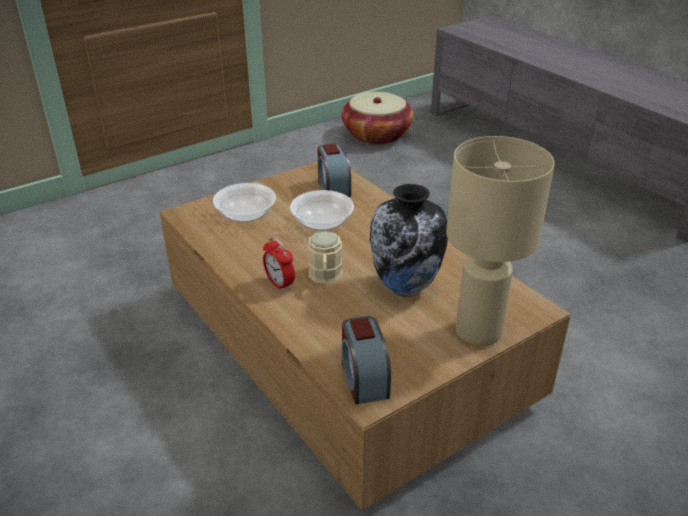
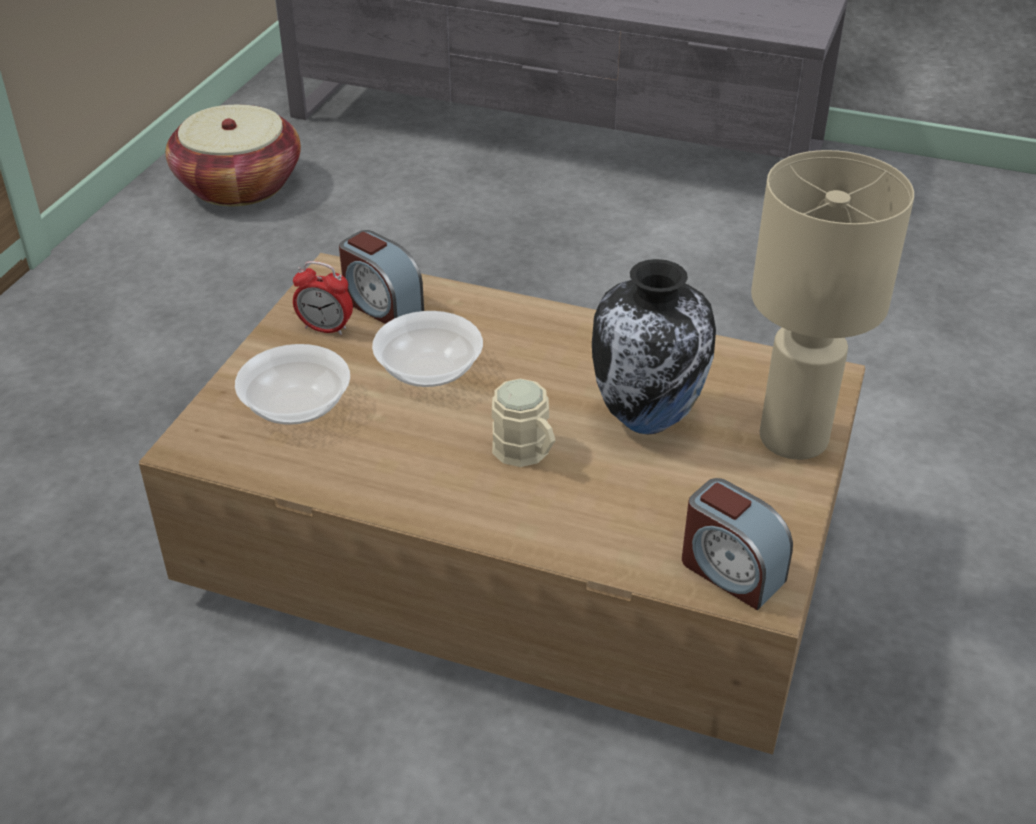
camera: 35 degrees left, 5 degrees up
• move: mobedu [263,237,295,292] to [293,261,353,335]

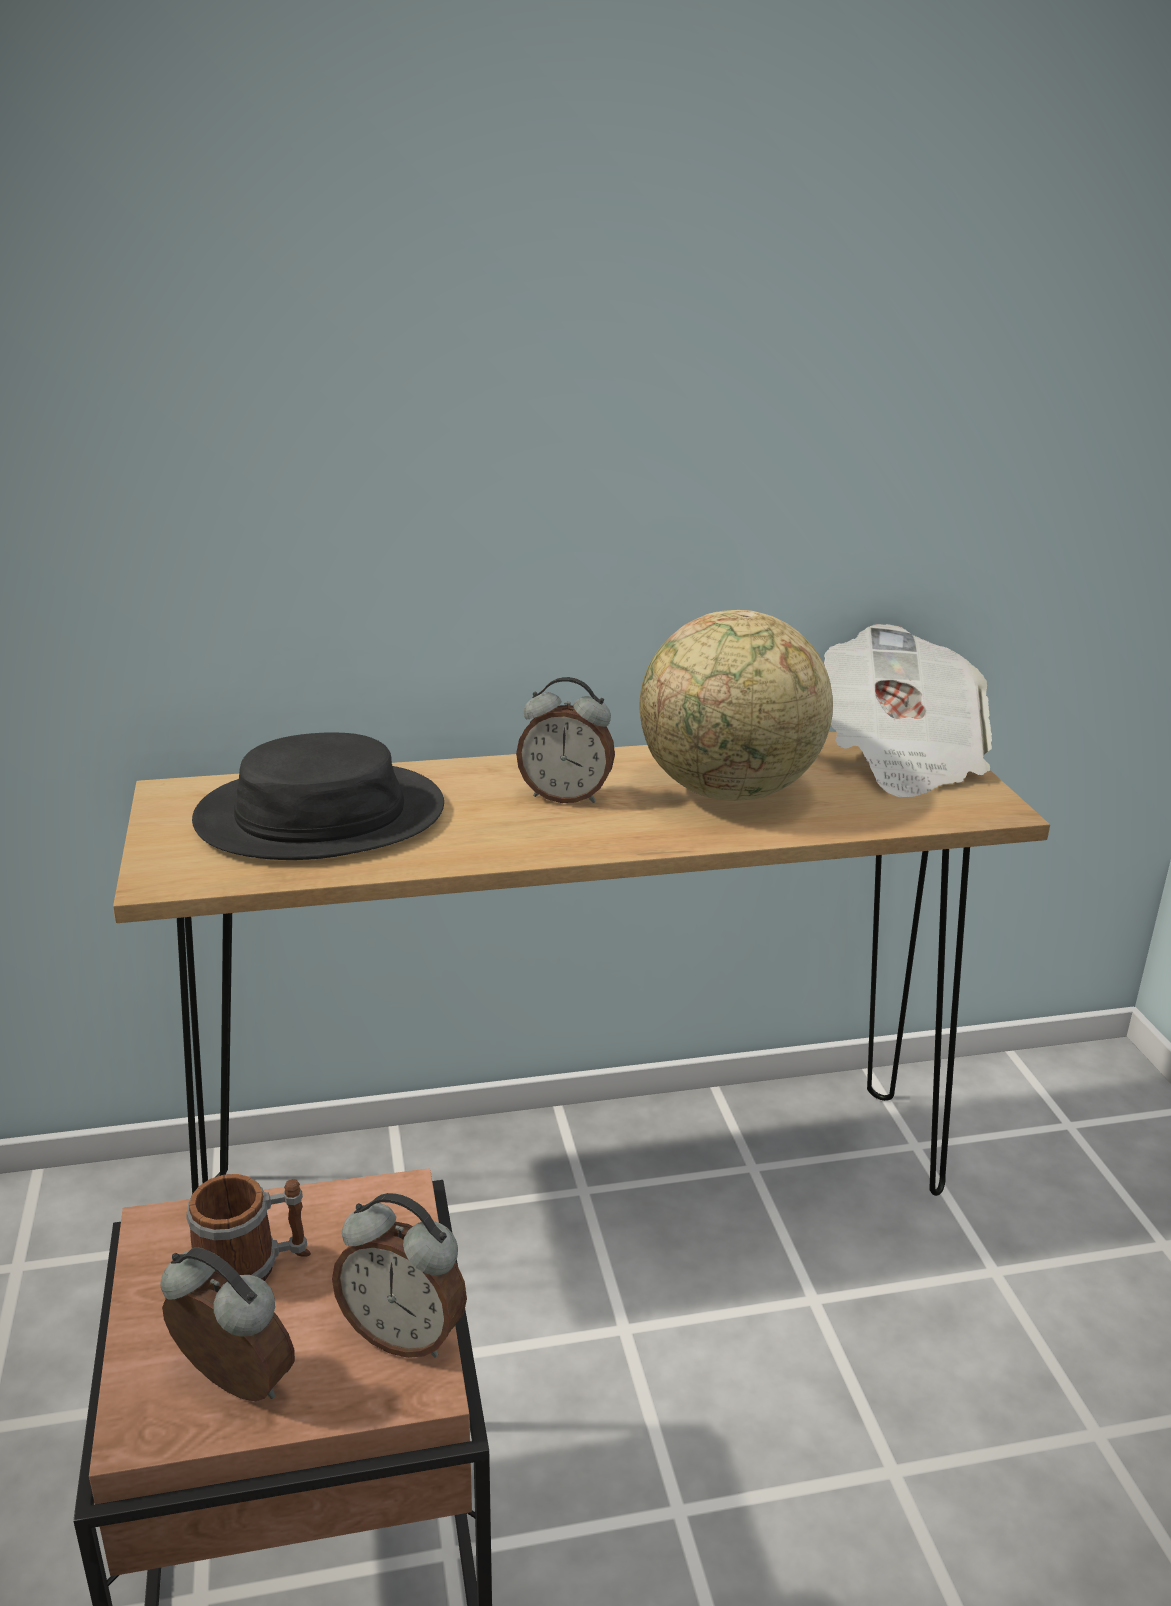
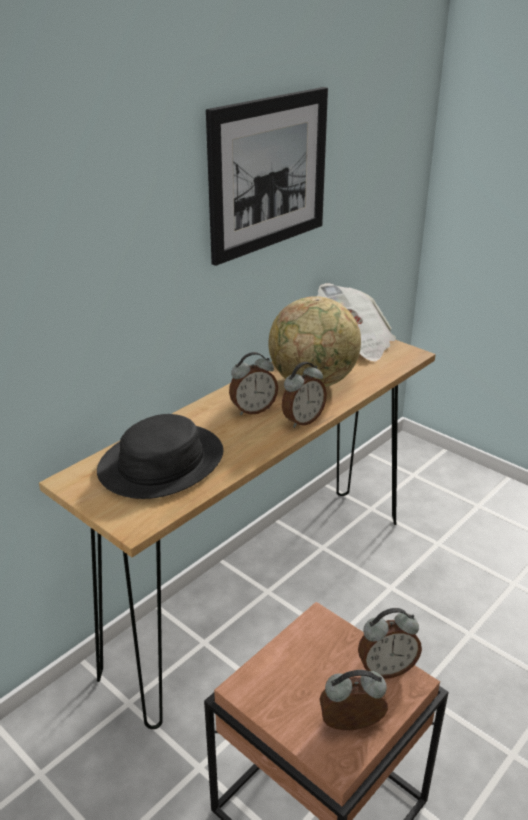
camera: 35 degrees left, 5 degrees up
• insert: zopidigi [206,87,328,266]
• insert: mobedu [282,362,327,428]
• delete: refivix [186,1174,311,1281]

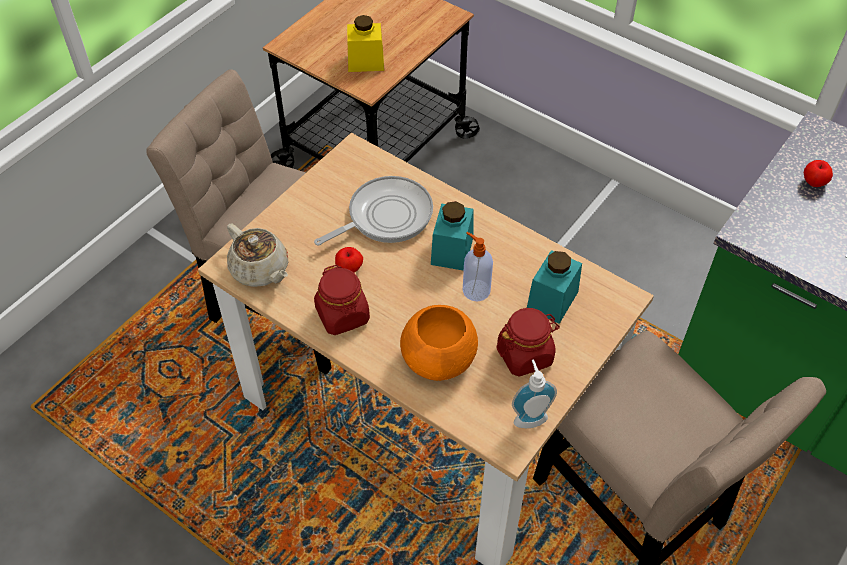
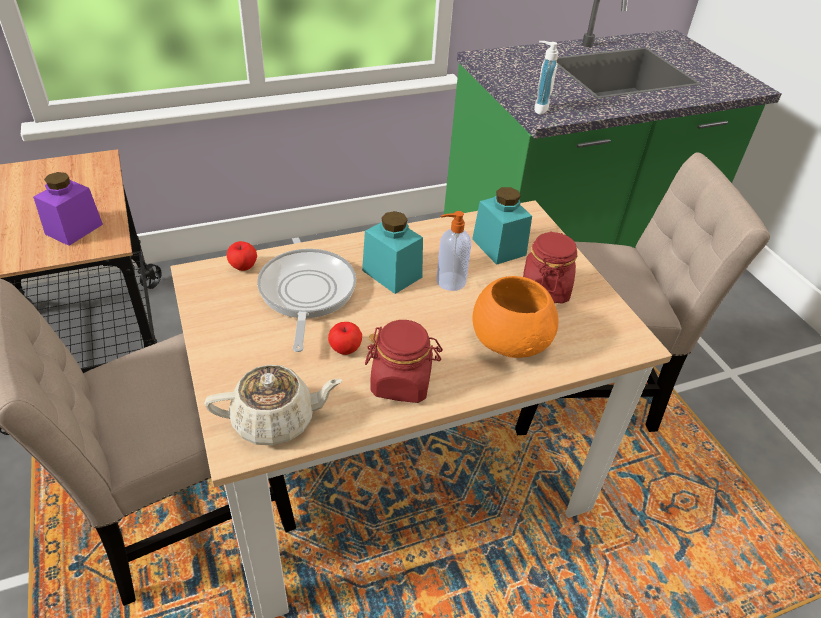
camera: 60 degrees left, 10 degrees down
• recolor: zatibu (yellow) [347,15,384,72] to zatibu (purple) [33,172,103,246]
• move: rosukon [804,160,833,187] to [227,241,257,271]
• move: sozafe [512,359,557,428] to [534,41,559,114]

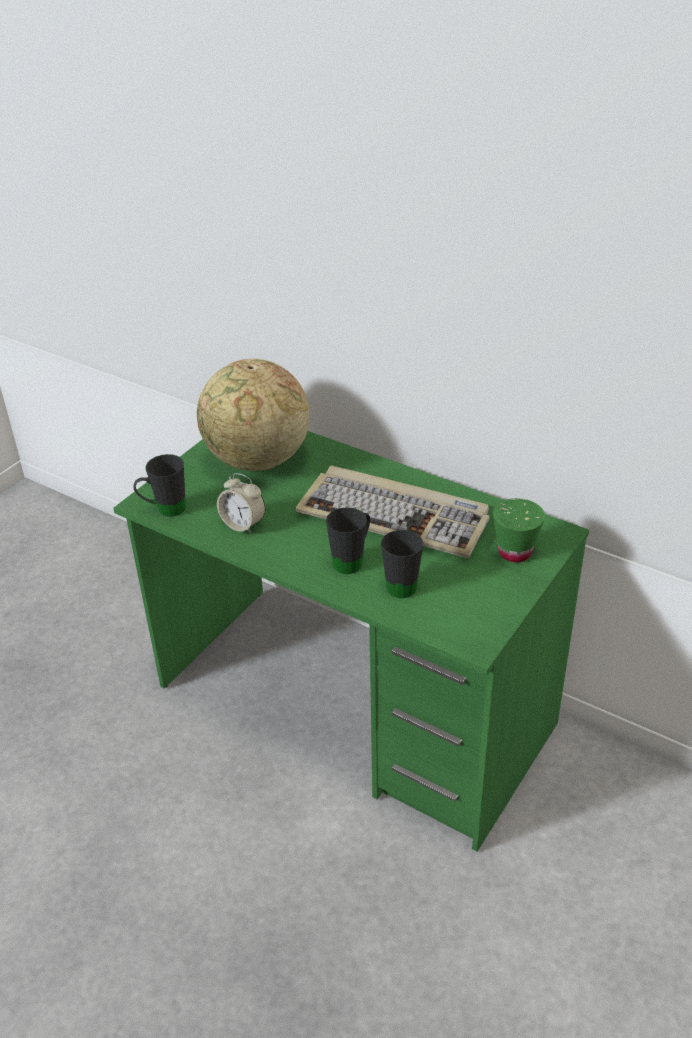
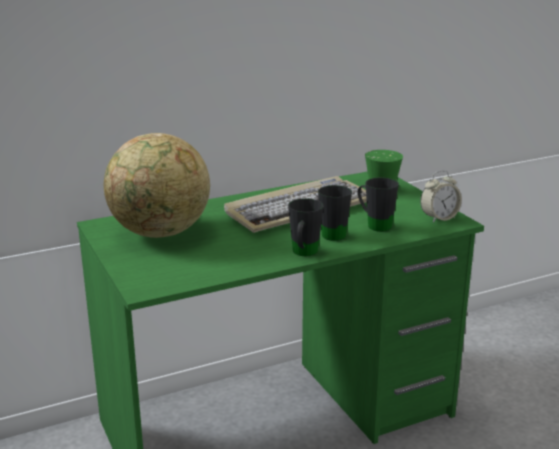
camera: 60 degrees left, 15 degrees down
• move: refivix (black) [134,454,186,517] to [288,198,324,256]
• move: mobedu [217,473,265,534] to [420,170,462,223]

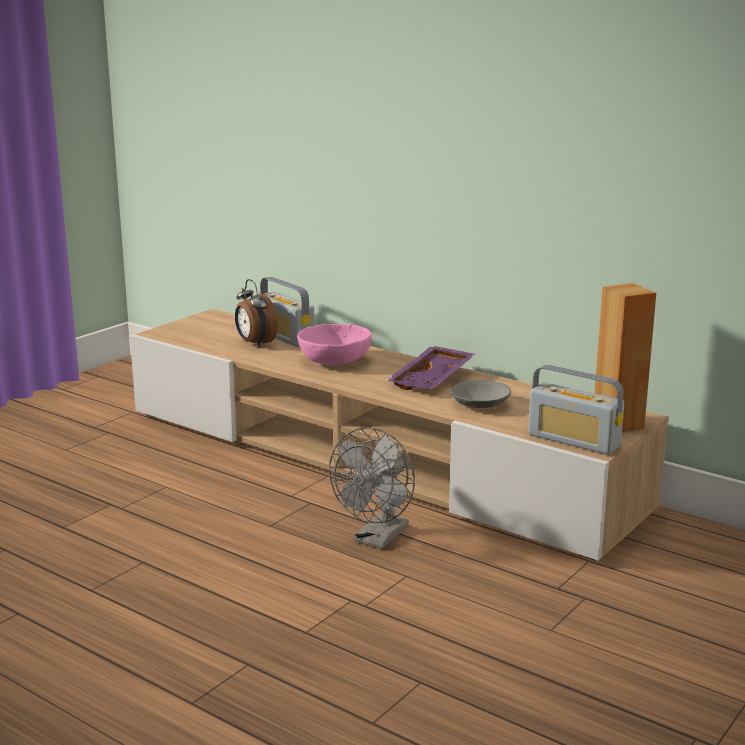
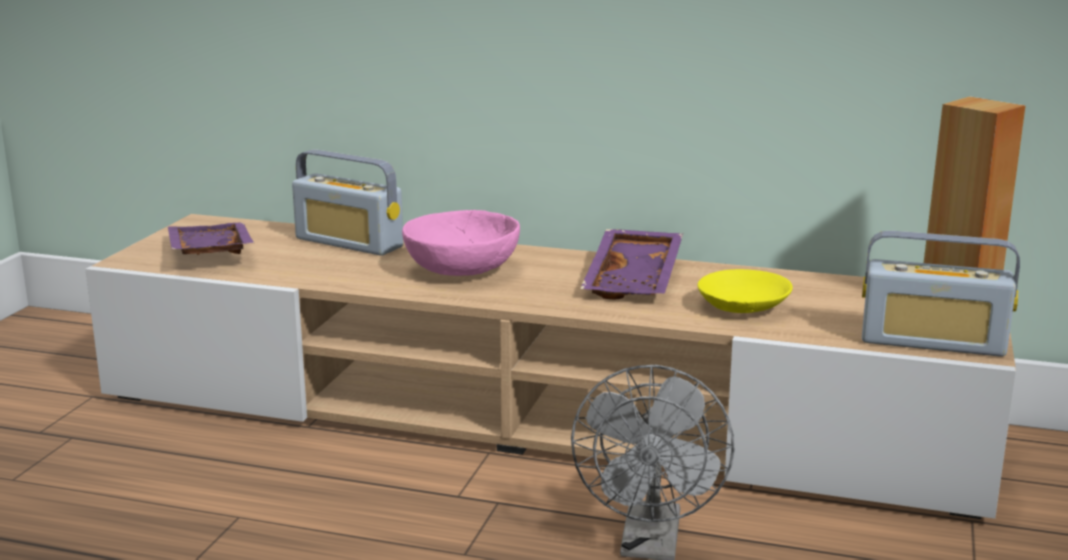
camera: 20 degrees left, 0 degrees up
• insert: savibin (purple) [168,222,254,255]
• recolor: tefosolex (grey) [450,380,511,408] to tefosolex (yellow) [698,269,793,313]
• delete: mobedu [235,279,278,347]

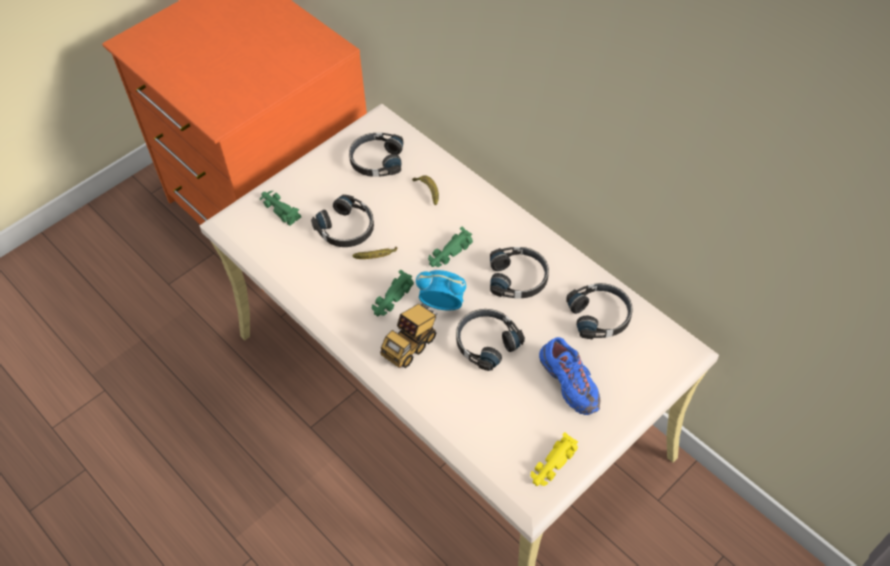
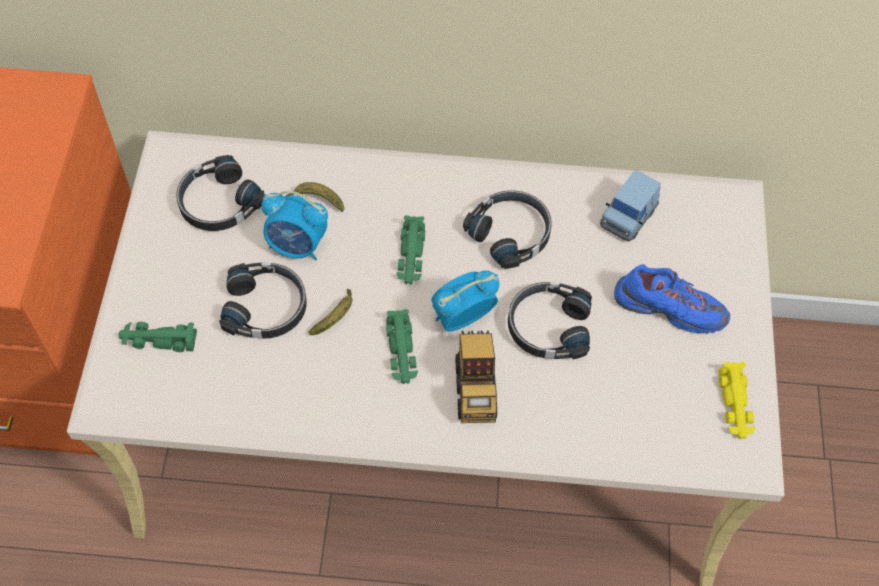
camera: 45 degrees left, 5 degrees up
• insert: mobedu [261,191,328,260]
• replace: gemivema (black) [566,283,633,339] to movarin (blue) [600,170,661,241]

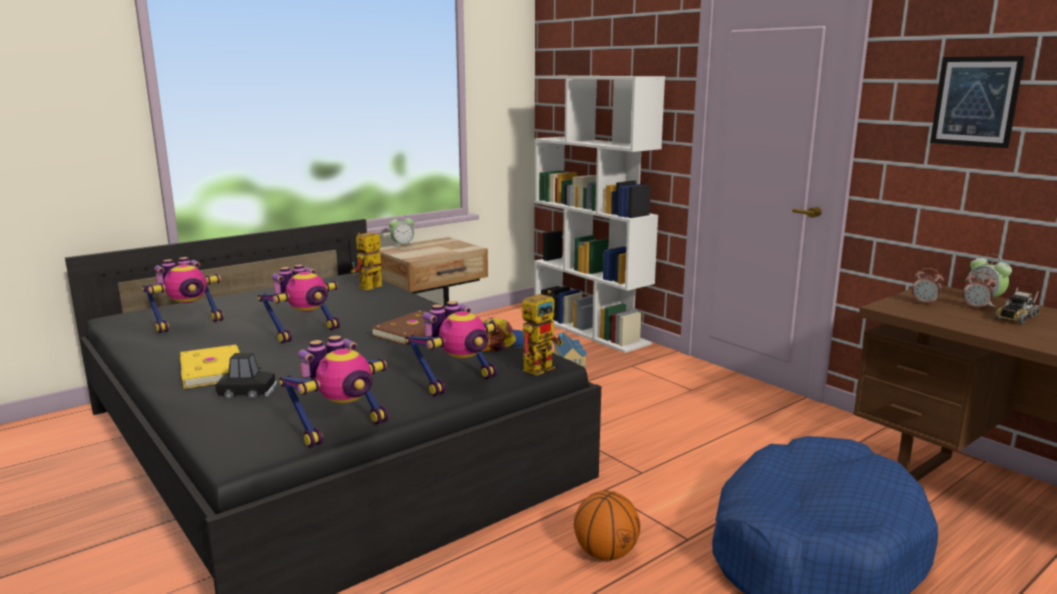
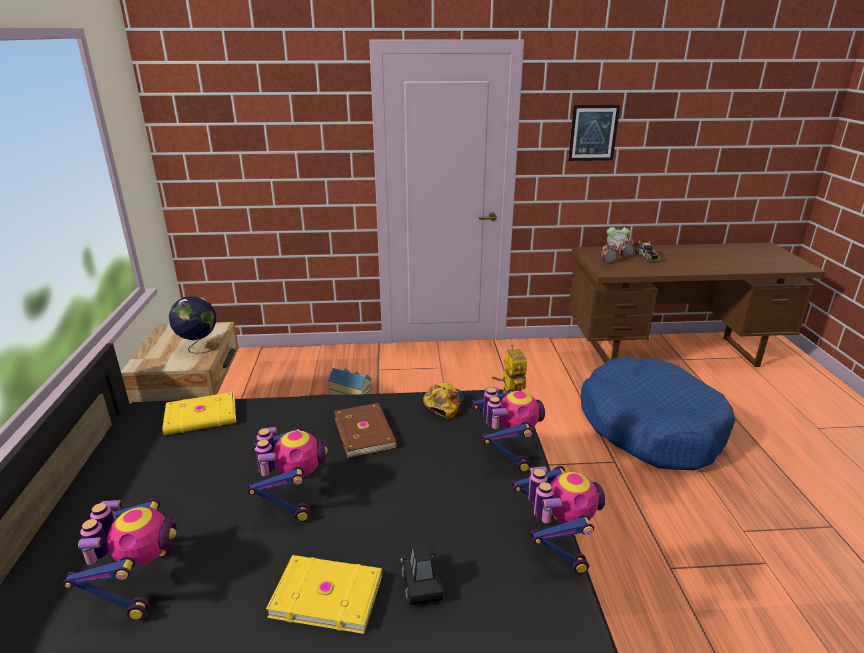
camera: 55 degrees left, 10 degrees up
• replace: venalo [351,232,382,290] to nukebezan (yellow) [162,392,236,435]
• insert: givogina [169,296,218,354]
• rotate: movarin (black) [215,353,277,399] = [401,543,443,605] 45 degrees counterclockwise
• delete: mobedu [389,214,414,249]
• delete: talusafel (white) [534,76,665,353]
• delete: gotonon [574,491,640,561]

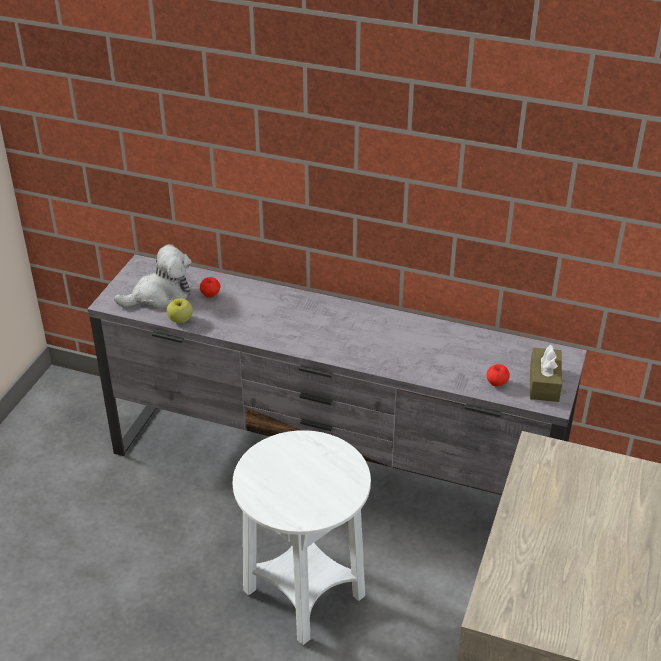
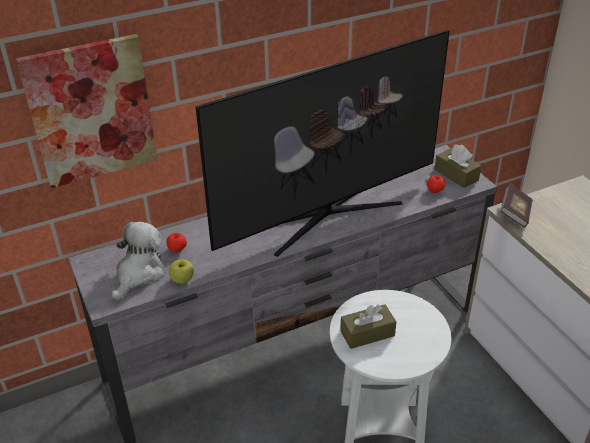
camera: 45 degrees left, 0 degrees up
• insert: zopidigi [16,34,157,188]
• insert: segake [196,30,450,257]
• insert: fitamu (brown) [340,304,396,349]
• insert: nukebezan [500,183,533,227]

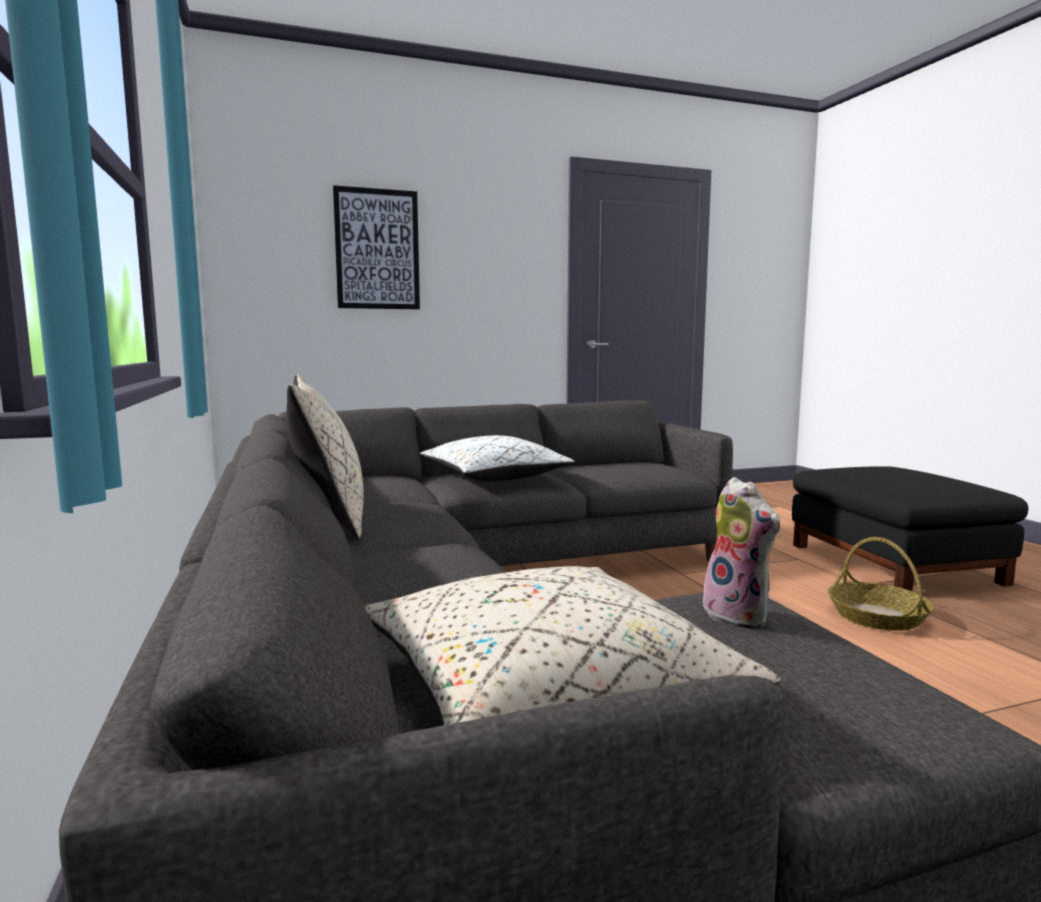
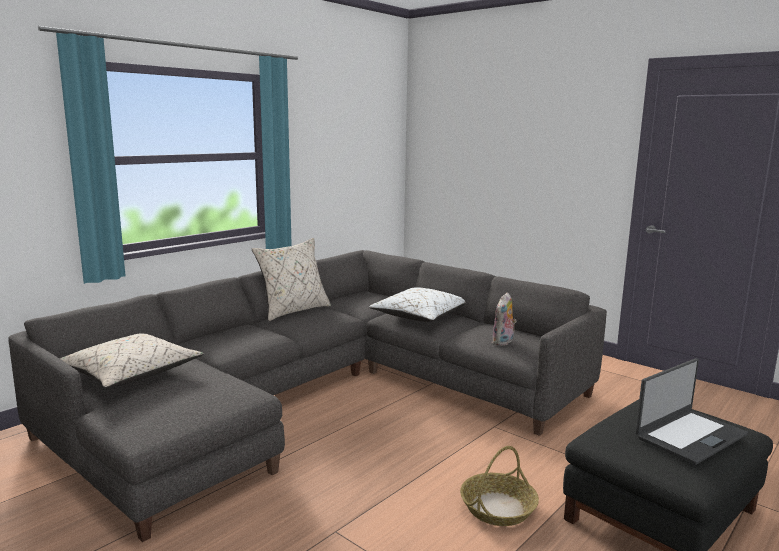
camera: 60 degrees right, 5 degrees up
• move: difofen [701,477,781,629] to [492,292,517,346]
• insert: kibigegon [635,358,748,465]
• delete: zopidigi [333,185,420,309]

